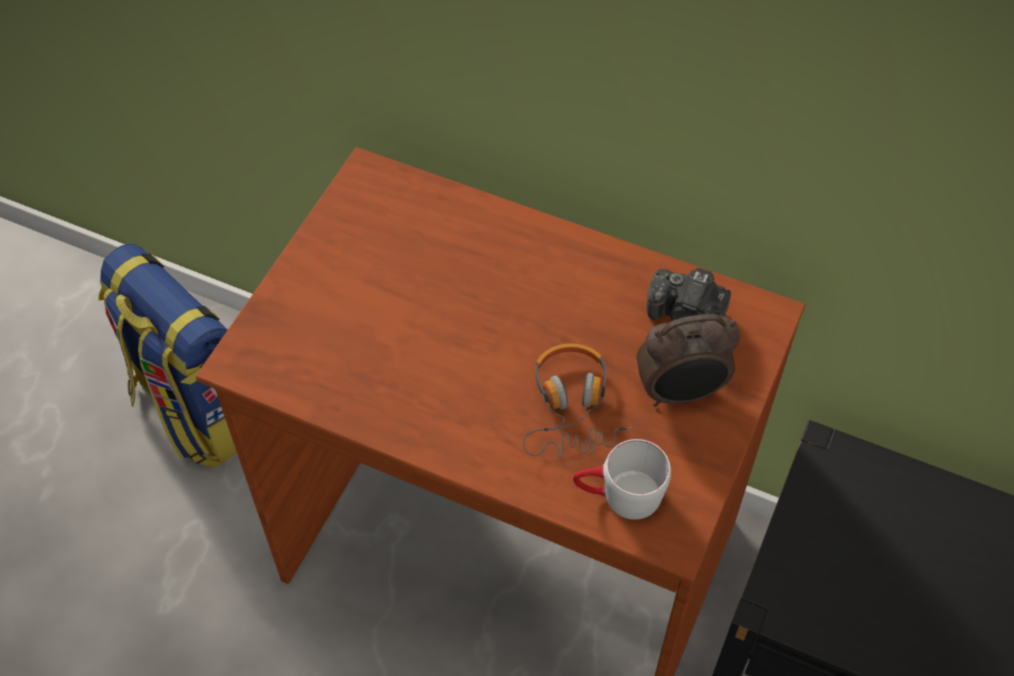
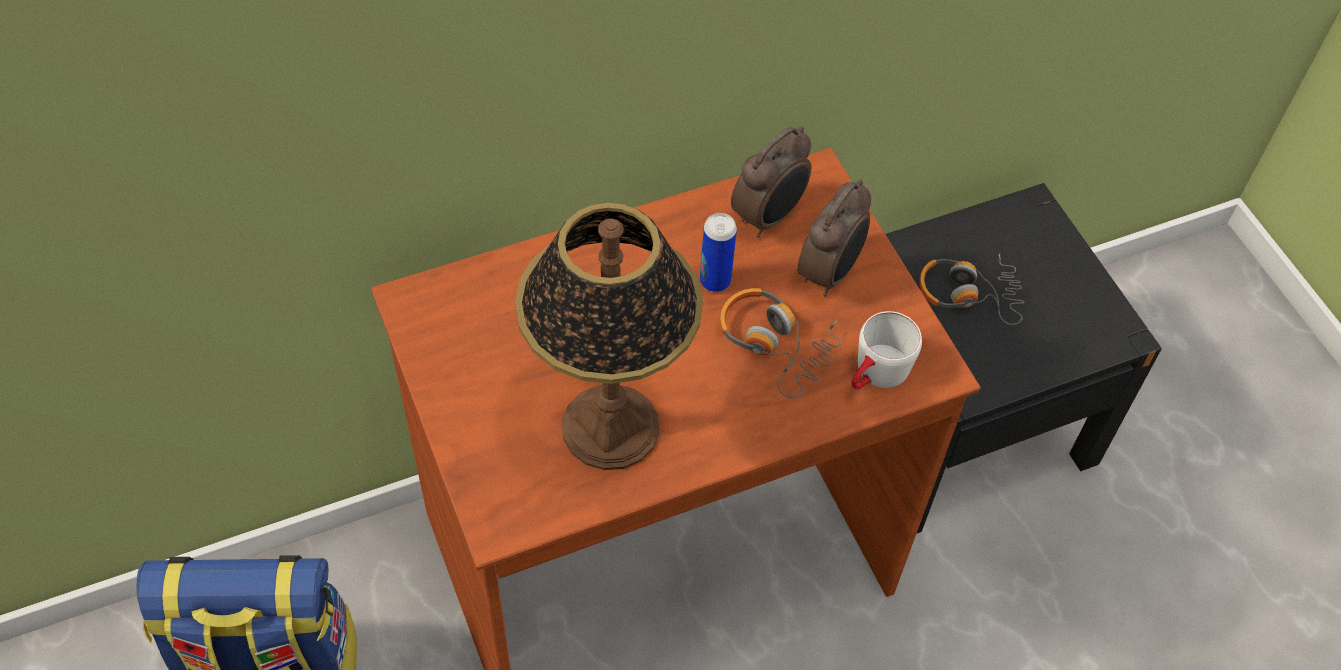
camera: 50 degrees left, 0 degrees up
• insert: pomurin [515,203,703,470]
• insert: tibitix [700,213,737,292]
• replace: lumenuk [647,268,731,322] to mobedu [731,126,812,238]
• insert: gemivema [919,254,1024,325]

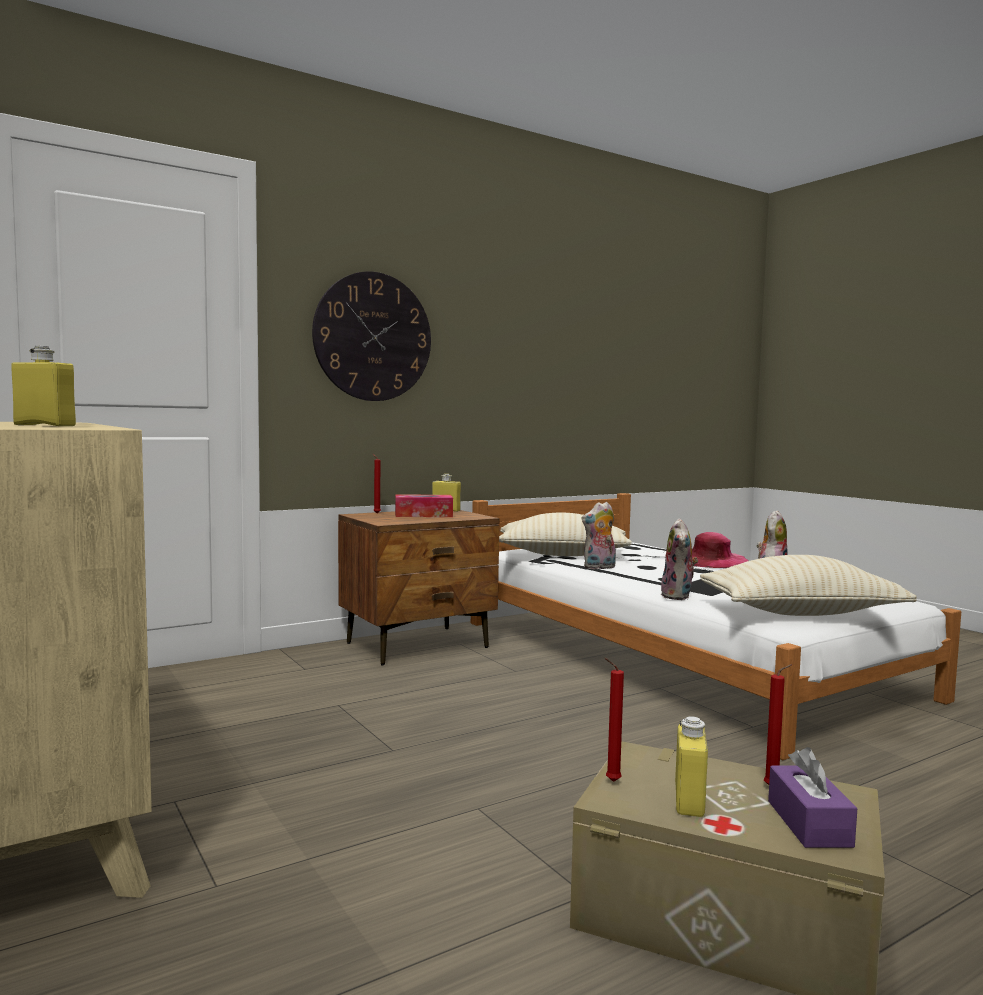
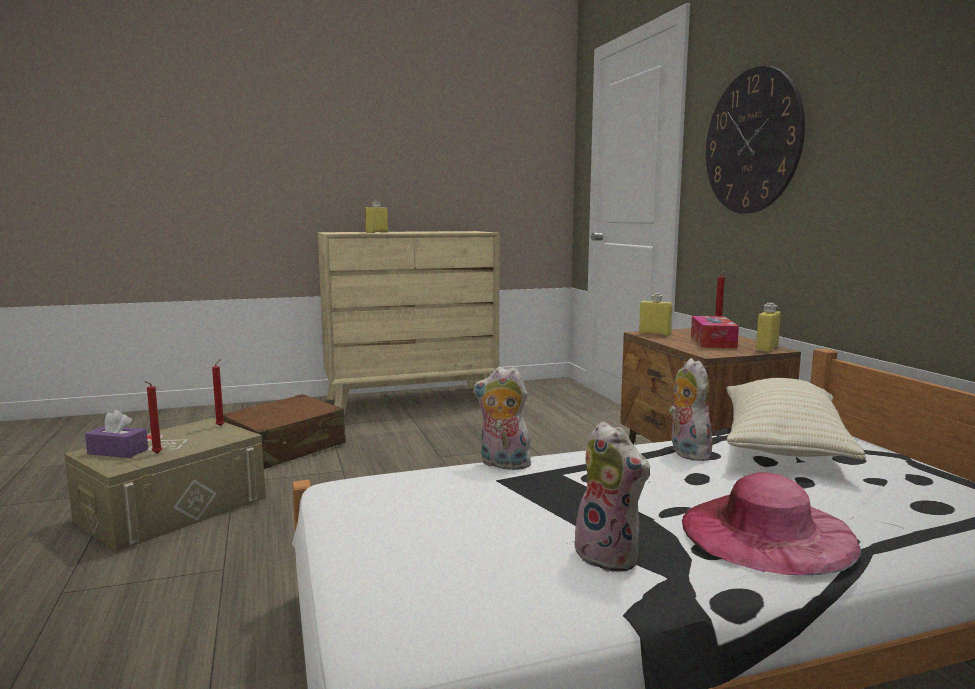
camera: 105 degrees right, 5 degrees up
• insert: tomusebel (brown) [223,394,346,469]
• move: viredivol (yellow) [675,716,708,817] to [639,293,673,336]
• delete: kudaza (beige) [700,555,917,616]

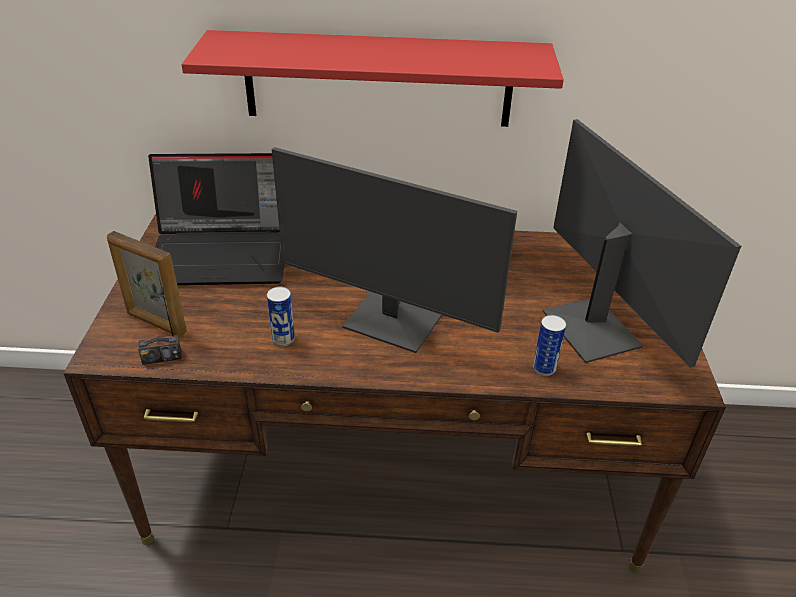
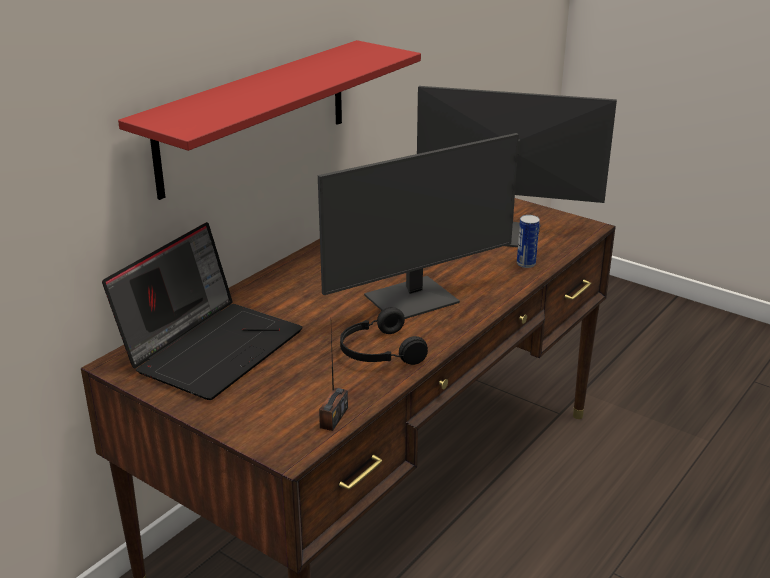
camera: 55 degrees left, 10 degrees down
• replace: tibitix [267,287,295,347] to gemivema (black) [340,307,428,365]
• delete: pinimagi [107,231,187,337]

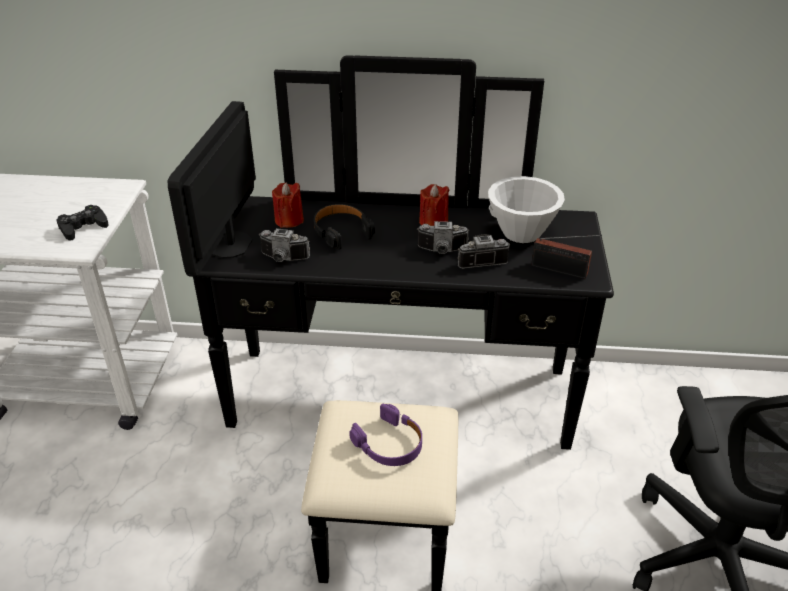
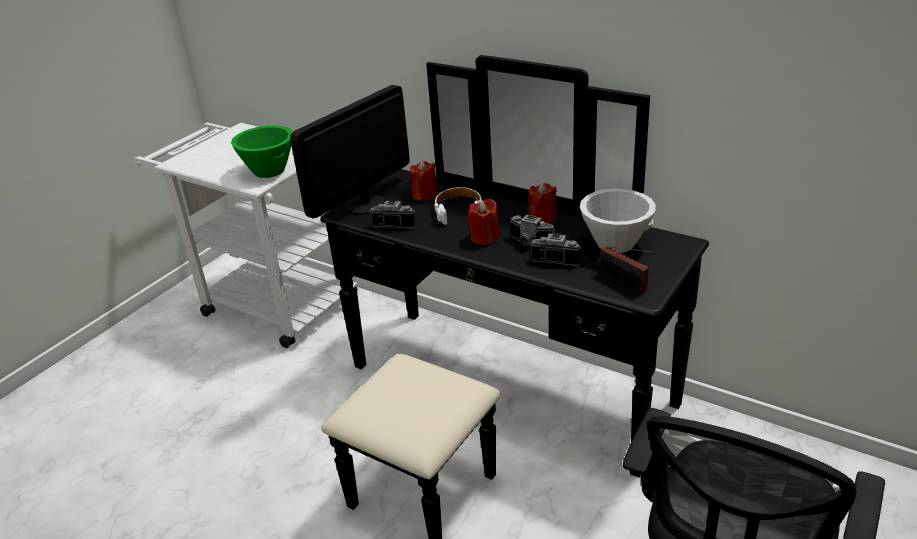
camera: 30 degrees right, 5 degrees down
• replace: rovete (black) [57,205,109,241] to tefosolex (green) [231,125,293,178]
• rotate: lumenuk [259,228,310,262] = [370,200,416,229] 150 degrees clockwise
• recolor: gemivema (black) [314,204,375,250] to gemivema (white) [434,187,482,225]
• insert: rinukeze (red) [467,199,500,245]
• delete: gemivema (purple) [349,404,422,466]

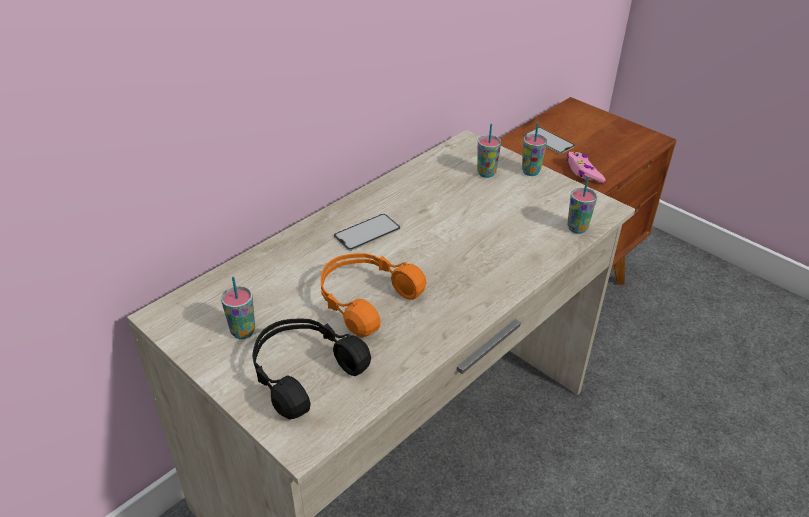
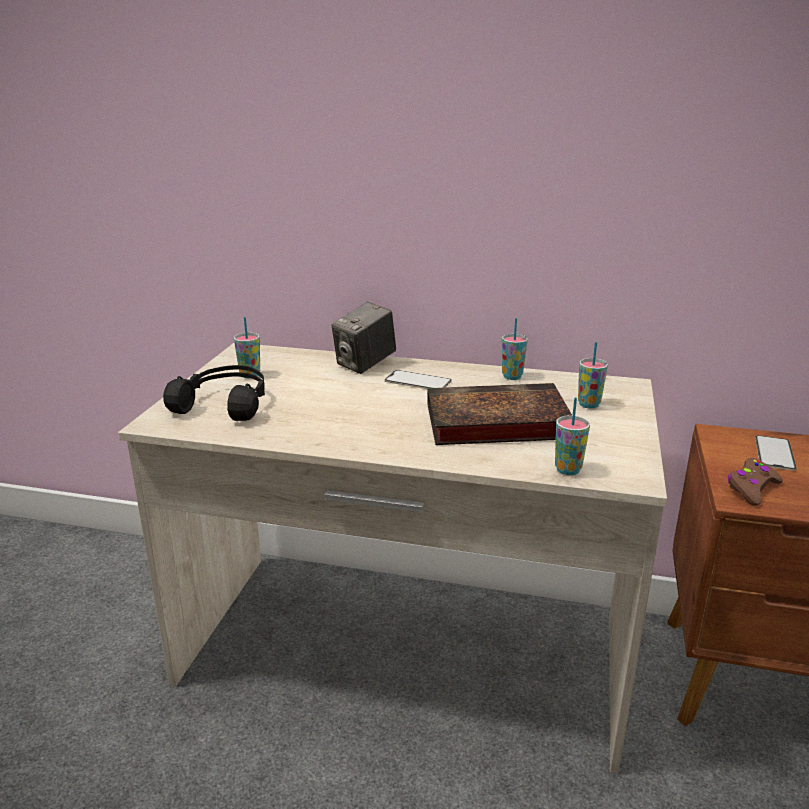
camera: 60 degrees right, 15 degrees down
• insert: lumenuk [331,302,396,374]
• insert: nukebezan [427,383,572,445]
• move: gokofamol [522,122,547,176] to [502,318,528,380]
• recolor: rovete (pink) [567,152,605,183] to rovete (brown) [728,458,783,506]
• delete: gemivema (orange) [321,253,426,337]

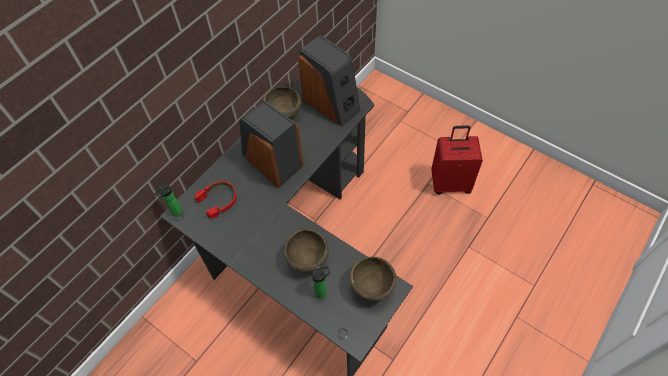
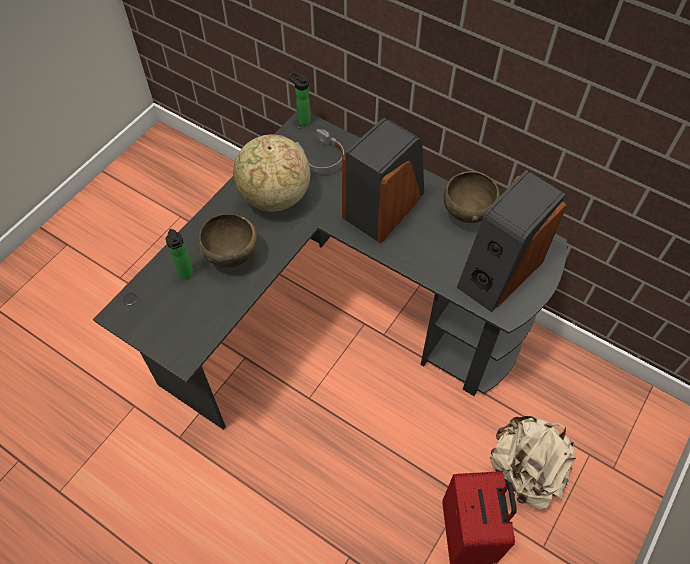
camera: 85 degrees right, 0 degrees up
• insert: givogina [233,135,310,212]
• recolor: gemivema (red) [195,181,237,218] to gemivema (grey) [296,129,344,174]
• insert: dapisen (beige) [490,416,576,509]
• delete: tefosolex (brown) [350,257,397,303]

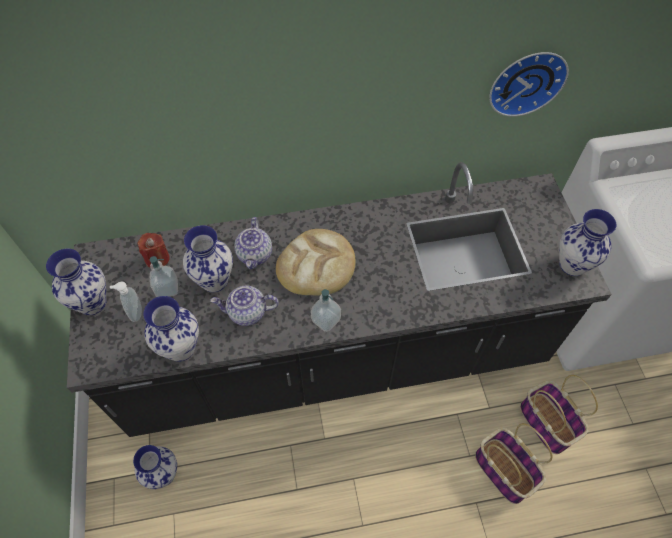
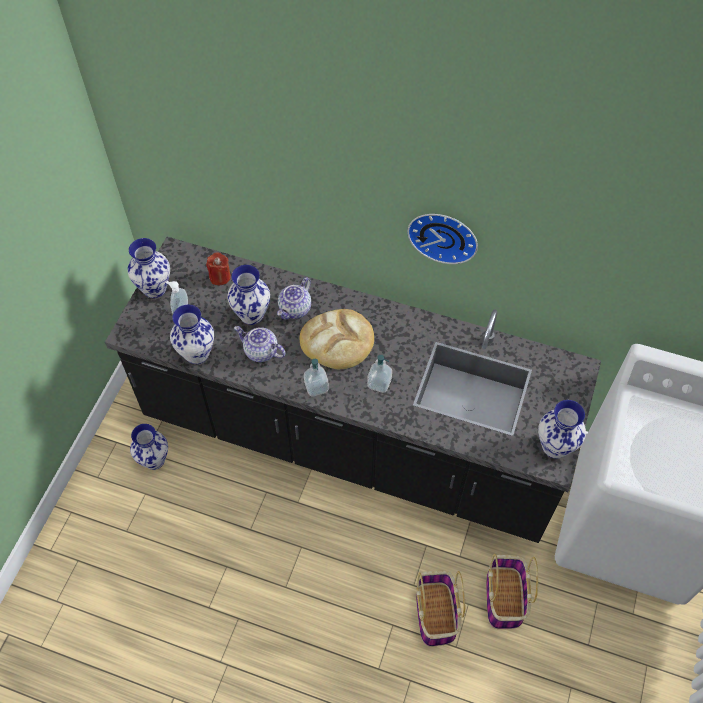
camera: 30 degrees right, 0 degrees up
• move: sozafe [150,256,178,297] to [367,355,392,393]
• move: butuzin [489,52,569,117] to [407,214,478,264]

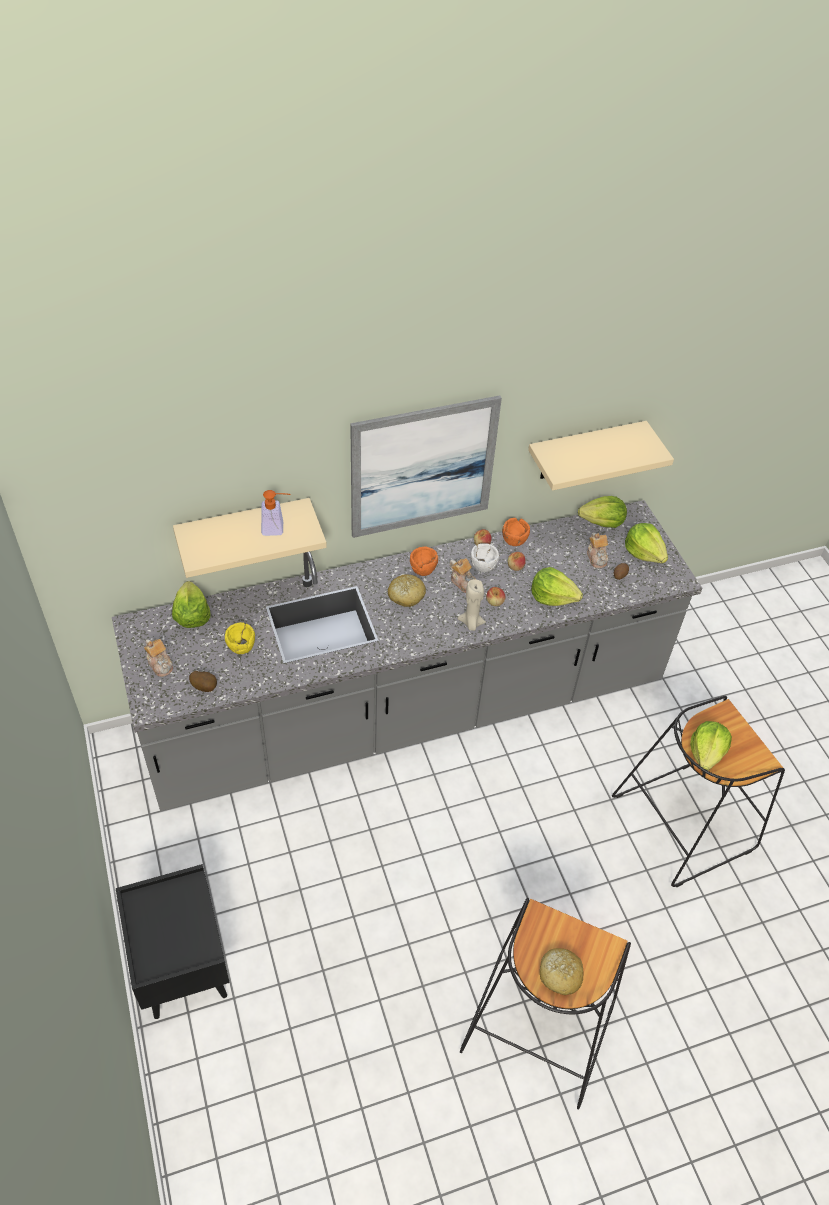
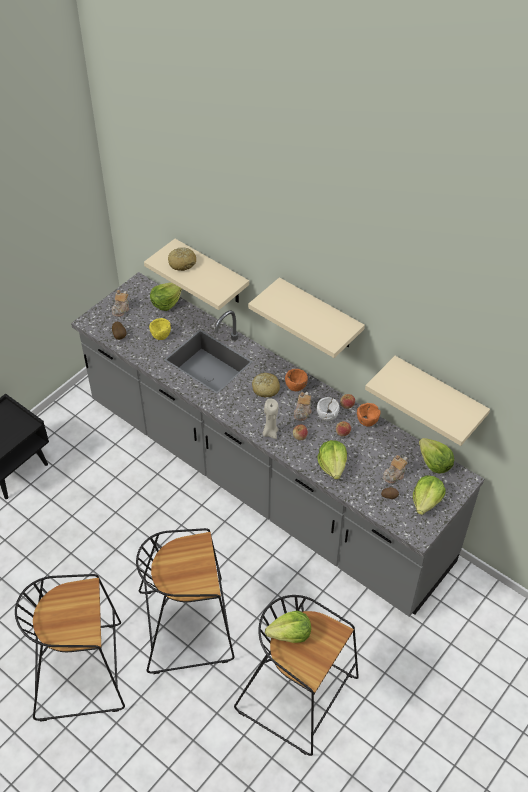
camera: 60 degrees right, 0 degrees up
• insert: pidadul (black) [136,528,234,674]
• move: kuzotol [540,948,583,995] to [168,248,196,271]
• replace: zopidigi [350,395,502,538] to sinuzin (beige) [248,277,365,358]
• delete: sozafe [261,490,291,536]

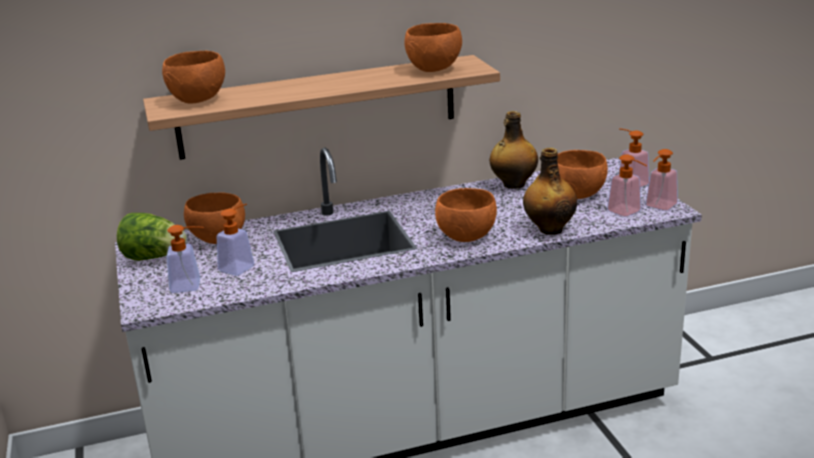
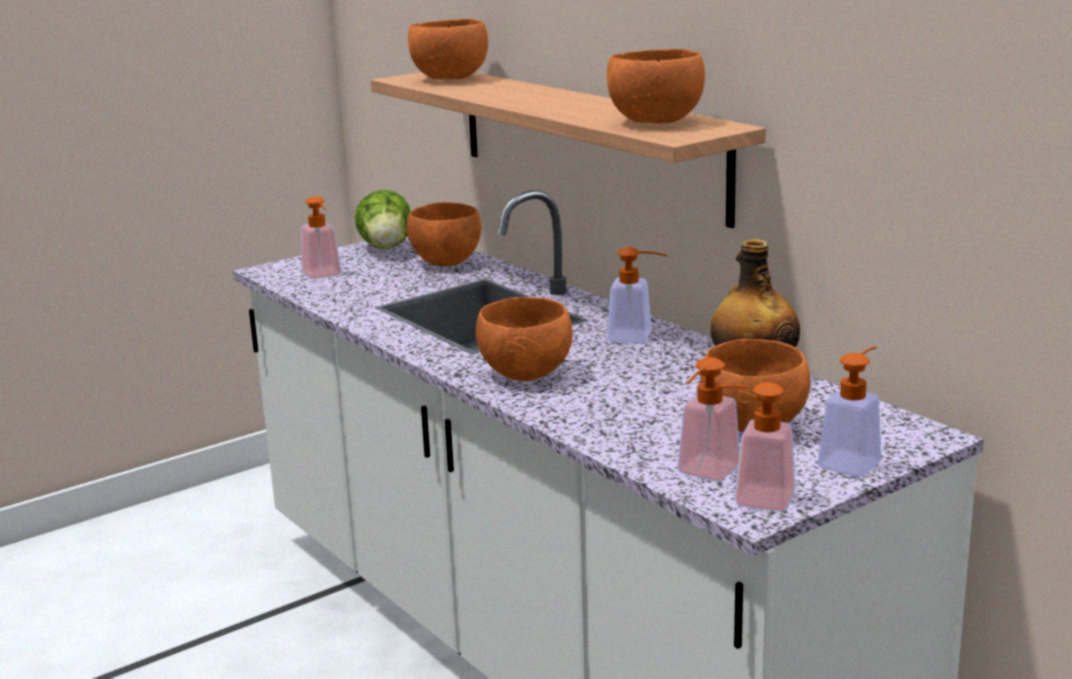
camera: 70 degrees right, 5 degrees down
• move: sozafe [217,204,254,276] to [607,247,667,344]
• delete: viredivol [523,148,577,235]

